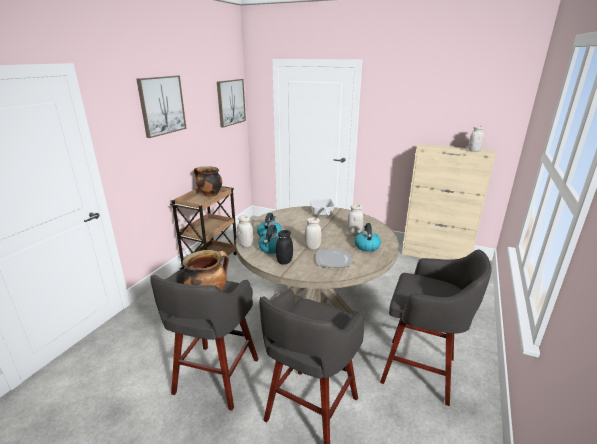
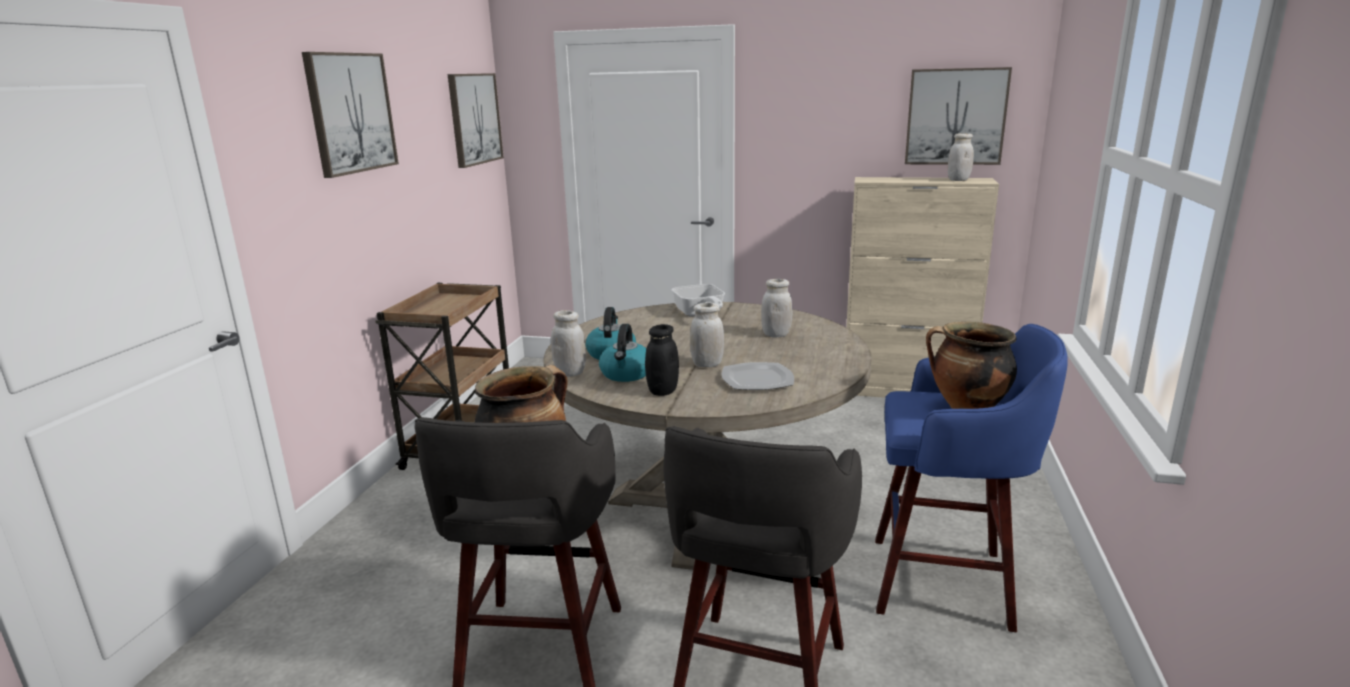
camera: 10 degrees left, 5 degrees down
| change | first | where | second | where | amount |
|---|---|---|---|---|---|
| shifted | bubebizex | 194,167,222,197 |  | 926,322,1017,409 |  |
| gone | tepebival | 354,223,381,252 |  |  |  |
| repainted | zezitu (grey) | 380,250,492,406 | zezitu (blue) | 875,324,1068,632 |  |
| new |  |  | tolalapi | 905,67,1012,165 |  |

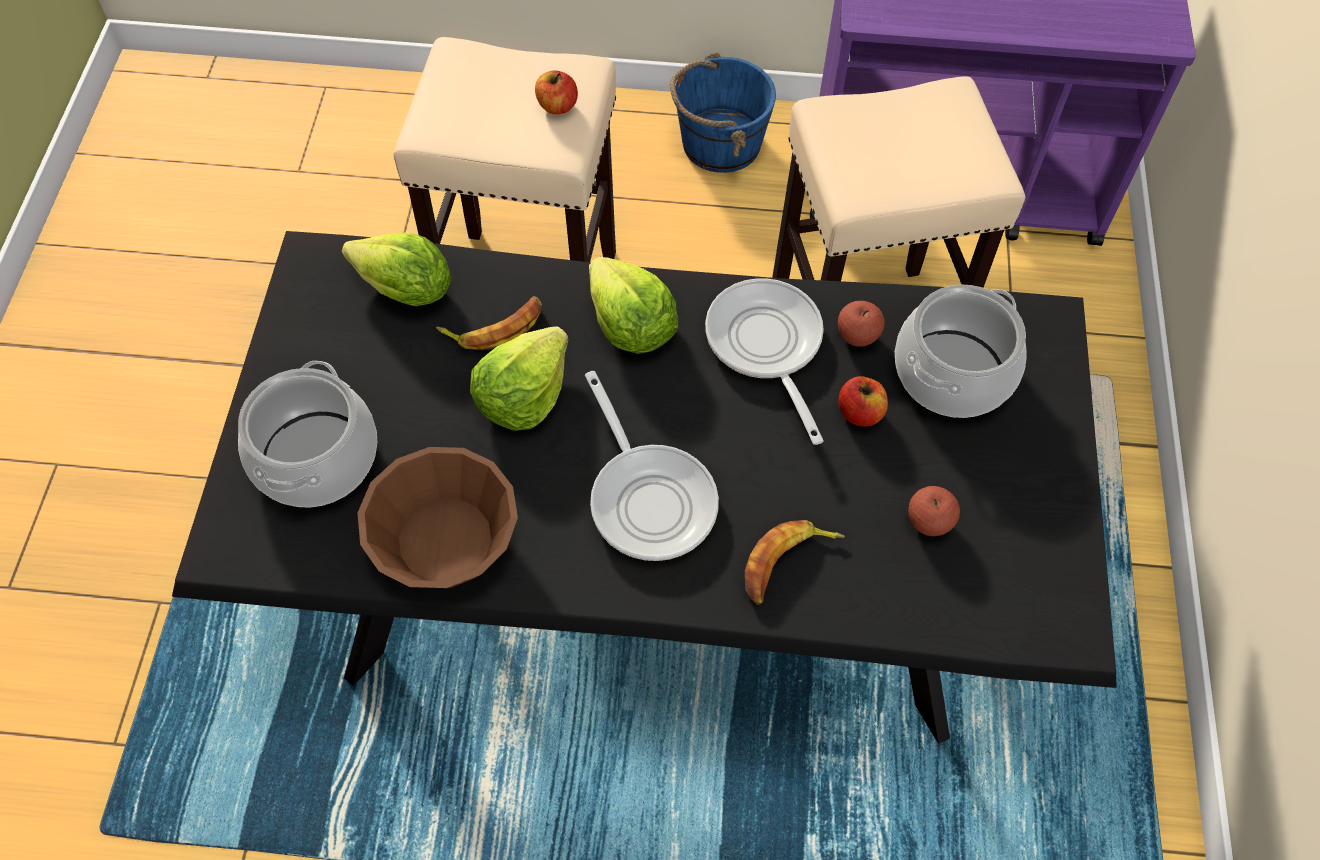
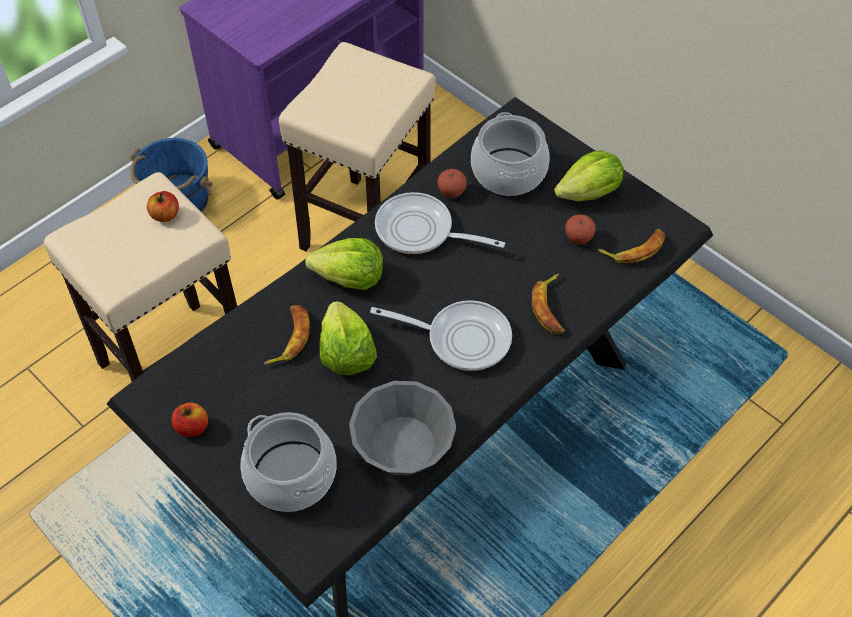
camera: 50 degrees left, 5 degrees down
| change | first | where | second | where | amount |
|---|---|---|---|---|---|
| shifted | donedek | 342,232,452,306 |  | 554,150,624,201 |  |
| repainted | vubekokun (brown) | 357,447,518,588 | vubekokun (grey) | 349,381,456,475 |  |
| shifted | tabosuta | 838,376,888,427 |  | 171,402,208,437 |  |
| new |  |  | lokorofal | 597,229,665,264 |  |

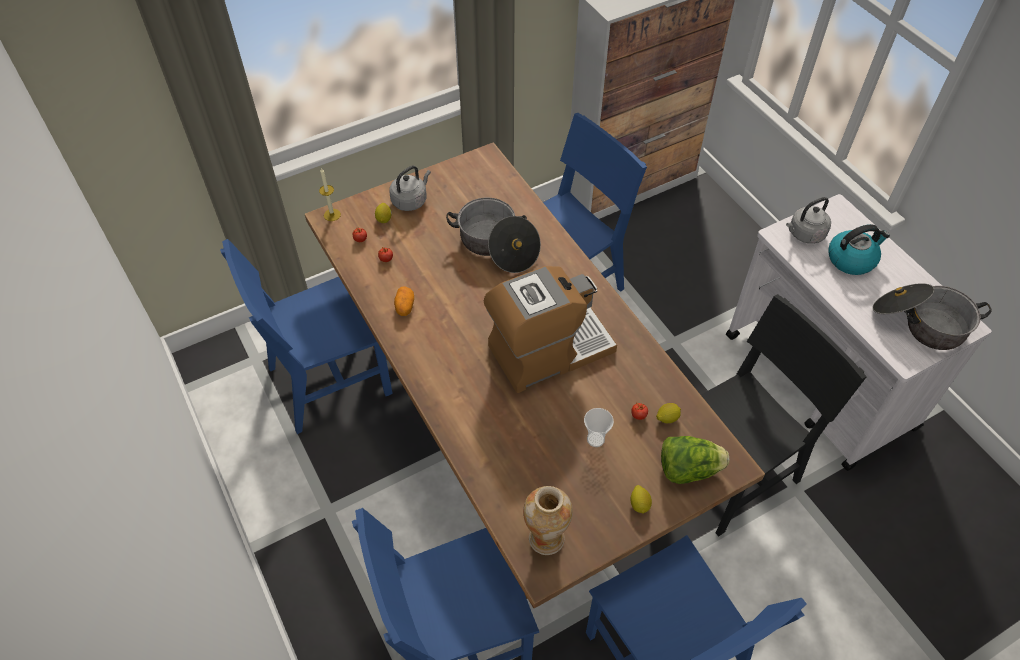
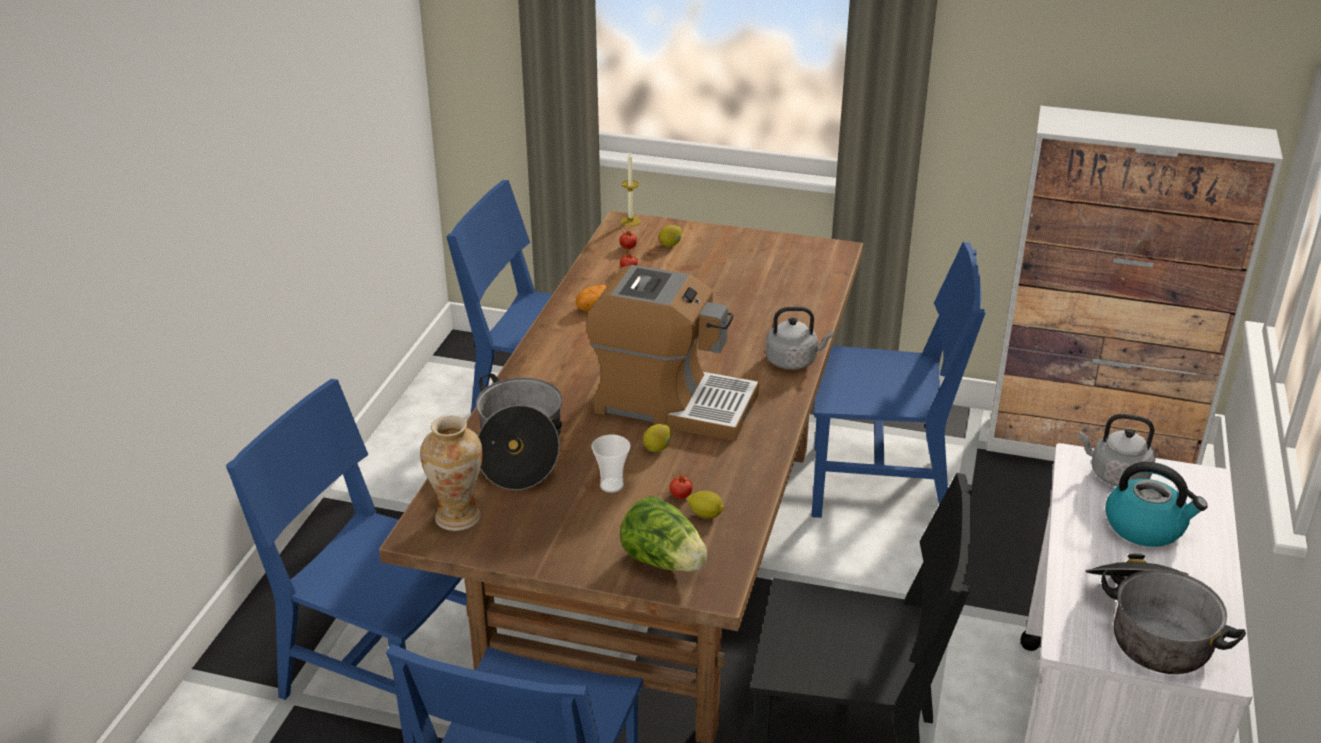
camera: 45 degrees right, 20 degrees down
| change | first | where | second | where | amount |
|---|---|---|---|---|---|
| shifted | tepebival (grey) | 389,165,431,211 |  | 765,307,834,370 |  |
| shifted | bubebizex | 446,197,541,273 |  | 476,373,562,490 |  |
| shifted | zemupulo | 630,485,652,514 |  | 643,424,671,452 |  |

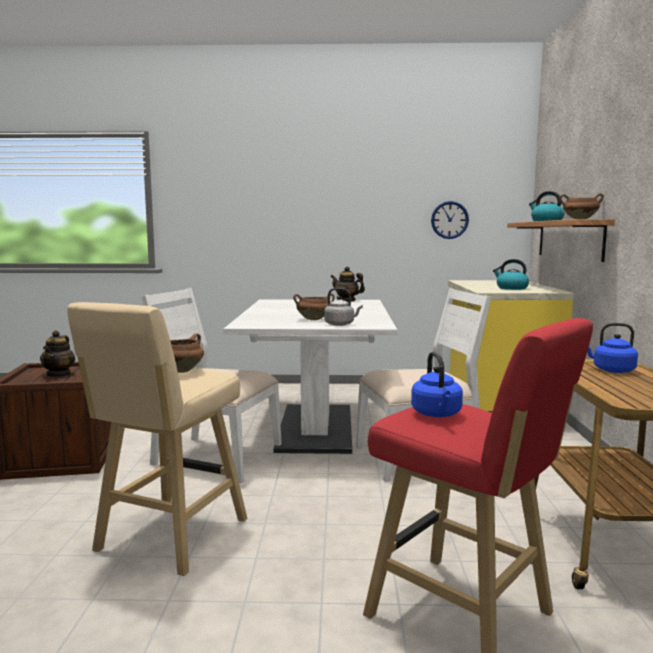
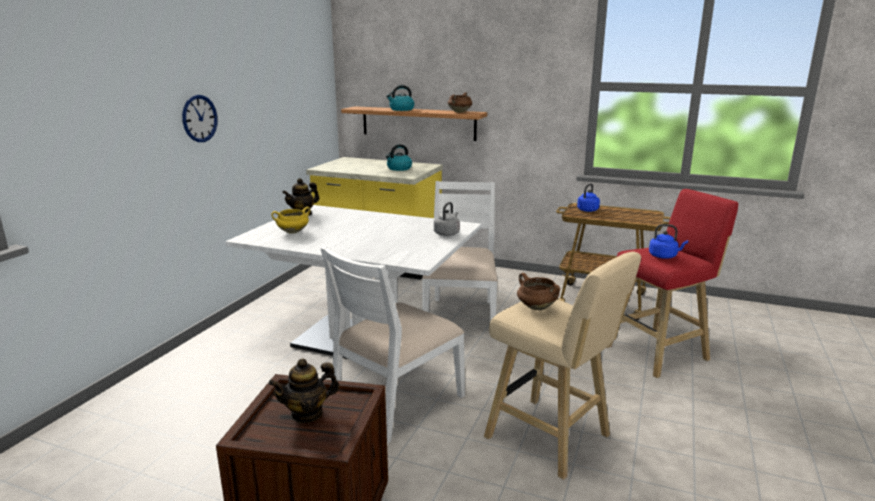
camera: 70 degrees left, 10 degrees up
| change | first | where | second | where | amount |
|---|---|---|---|---|---|
| rotated | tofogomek | 40,330,75,377 |  | 268,358,339,423 | 135 degrees clockwise |
| gone | bubebizex (brown) | 293,294,334,320 |  |  |  |
| shifted | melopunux | 431,201,469,239 |  | 182,95,218,142 |  |
| new |  |  | bubebizex (yellow) | 271,207,311,234 |  |

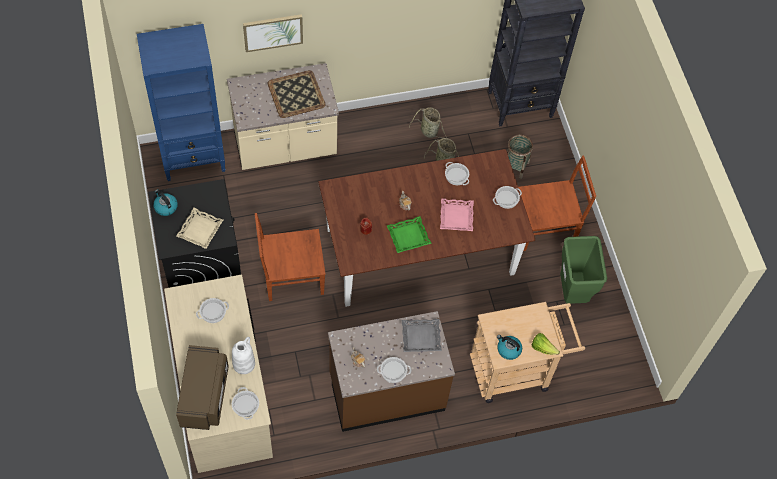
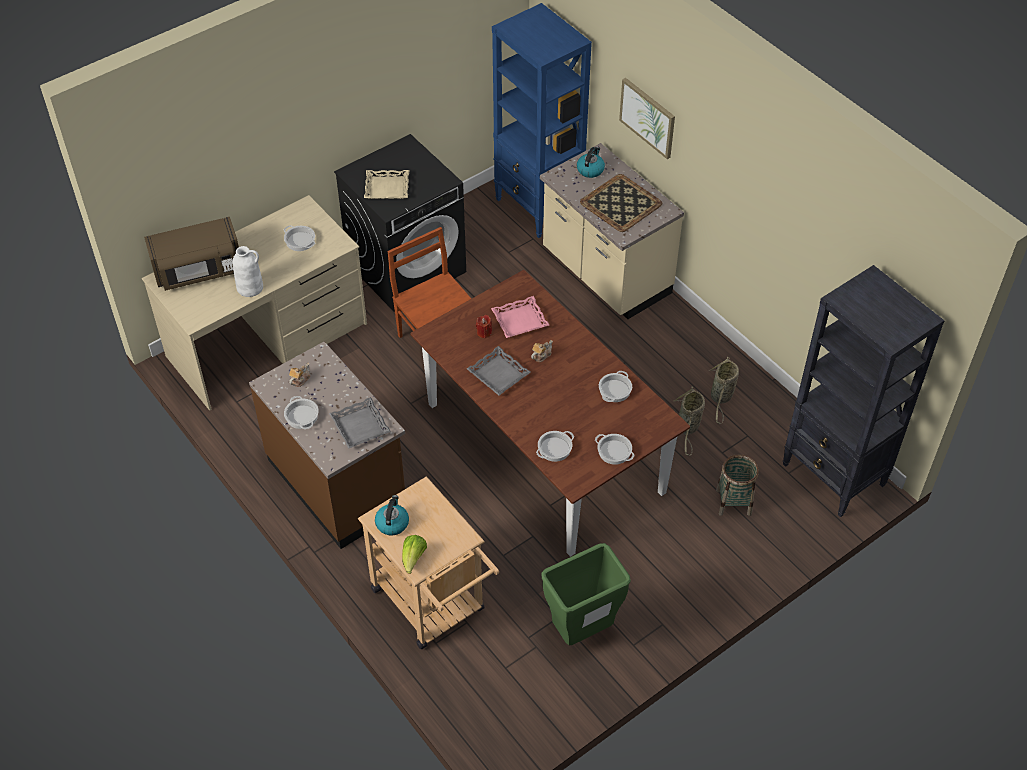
camera: 70 degrees right, 10 degrees down
| change | first | where | second | where | amount |
|---|---|---|---|---|---|
| shifted | tepebival | 153,189,178,216 |  | 577,147,605,178 |  |
| shifted | bubebizex | 232,387,259,420 |  | 536,431,574,462 |  |
| repainted | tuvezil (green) | 387,216,432,253 | tuvezil (grey) | 467,346,531,395 |  |
| shifted | tuvezil (pink) | 440,198,474,231 |  | 491,296,549,338 |  |
| gone | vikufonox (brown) | 518,156,596,251 |  |  |  |

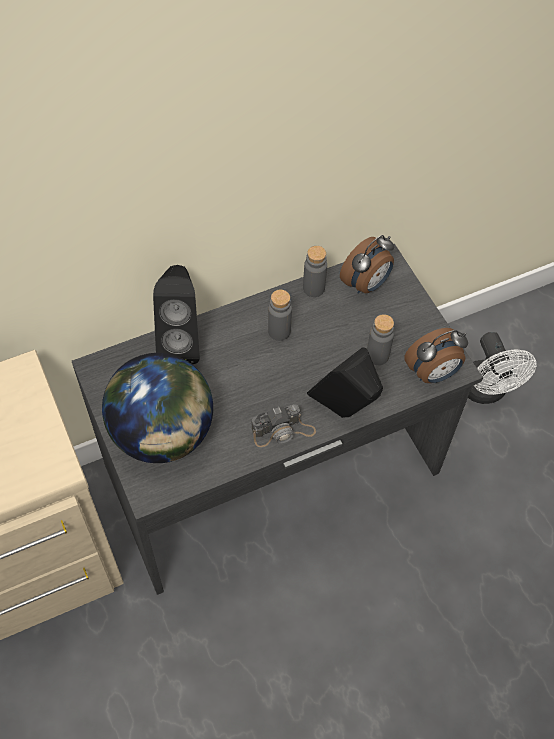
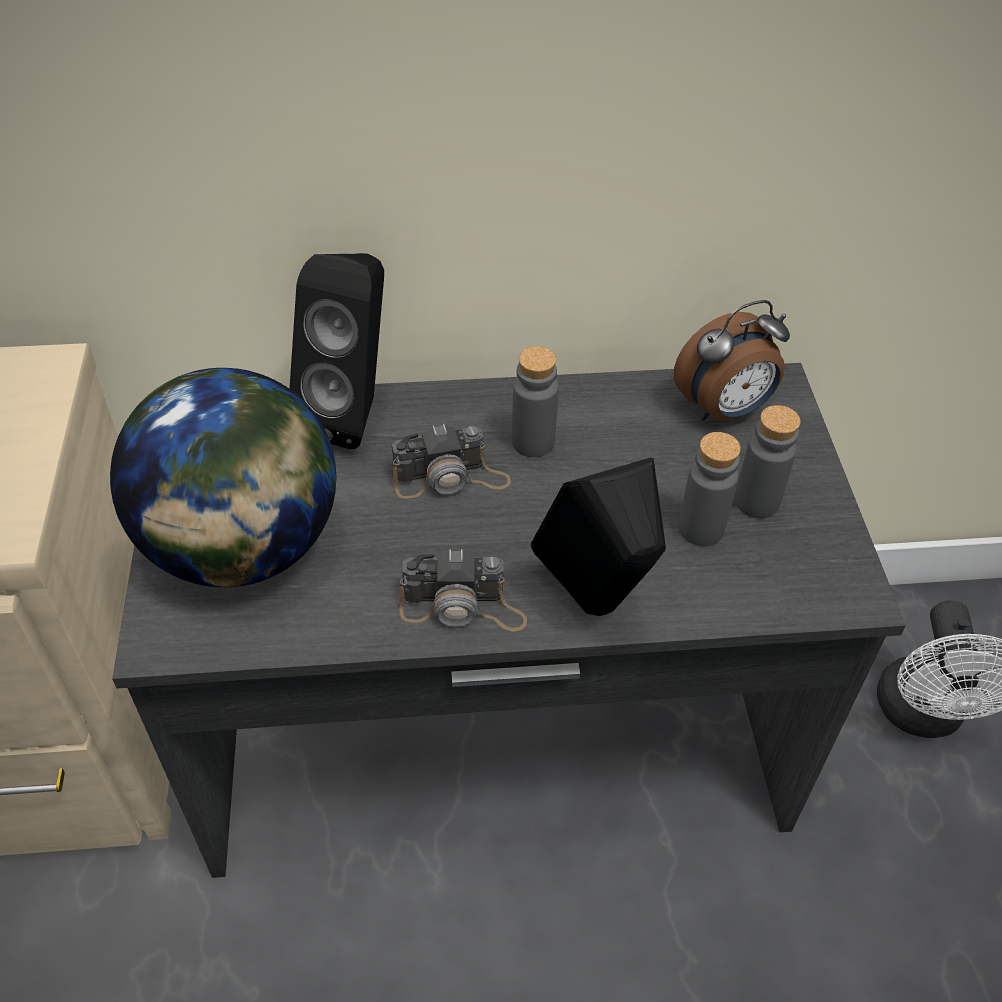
camera: 20 degrees right, 10 degrees down
| change | first | where | second | where | amount |
|---|---|---|---|---|---|
| shifted | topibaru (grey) | 303,246,327,297 |  | 735,405,801,518 |  |
| gone | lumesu | 405,328,468,383 |  |  |  |
| new |  |  | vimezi | 392,424,511,499 |  |

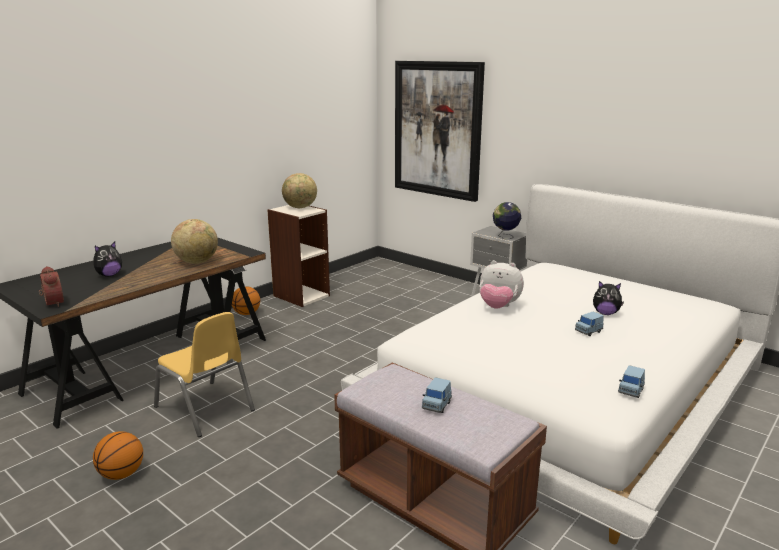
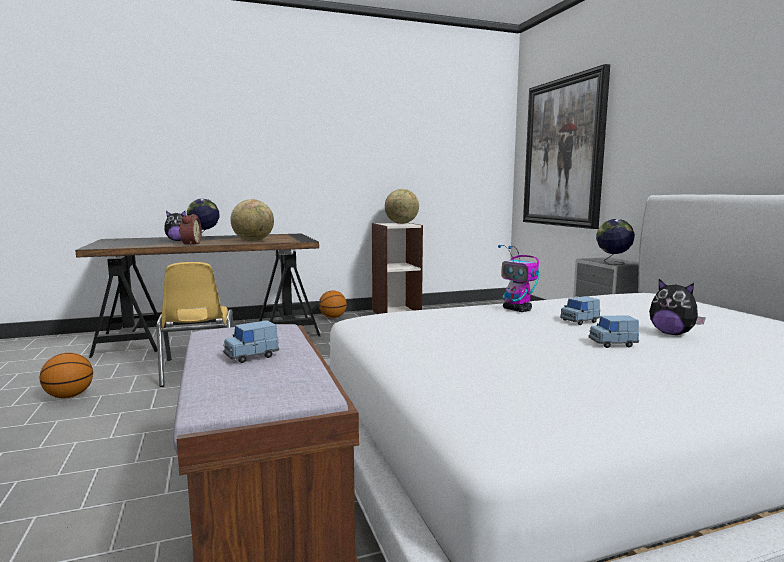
camera: 30 degrees right, 10 degrees down
| change | first | where | second | where | amount |
|---|---|---|---|---|---|
| shifted | lumesu | 39,266,64,307 |  | 179,214,202,245 |  |
| swapped | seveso | 480,260,524,309 | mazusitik | 498,245,540,312 |  |
| shifted | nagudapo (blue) | 618,365,645,398 |  | 560,296,600,325 |  |
| new |  |  | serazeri | 187,199,220,239 |  |

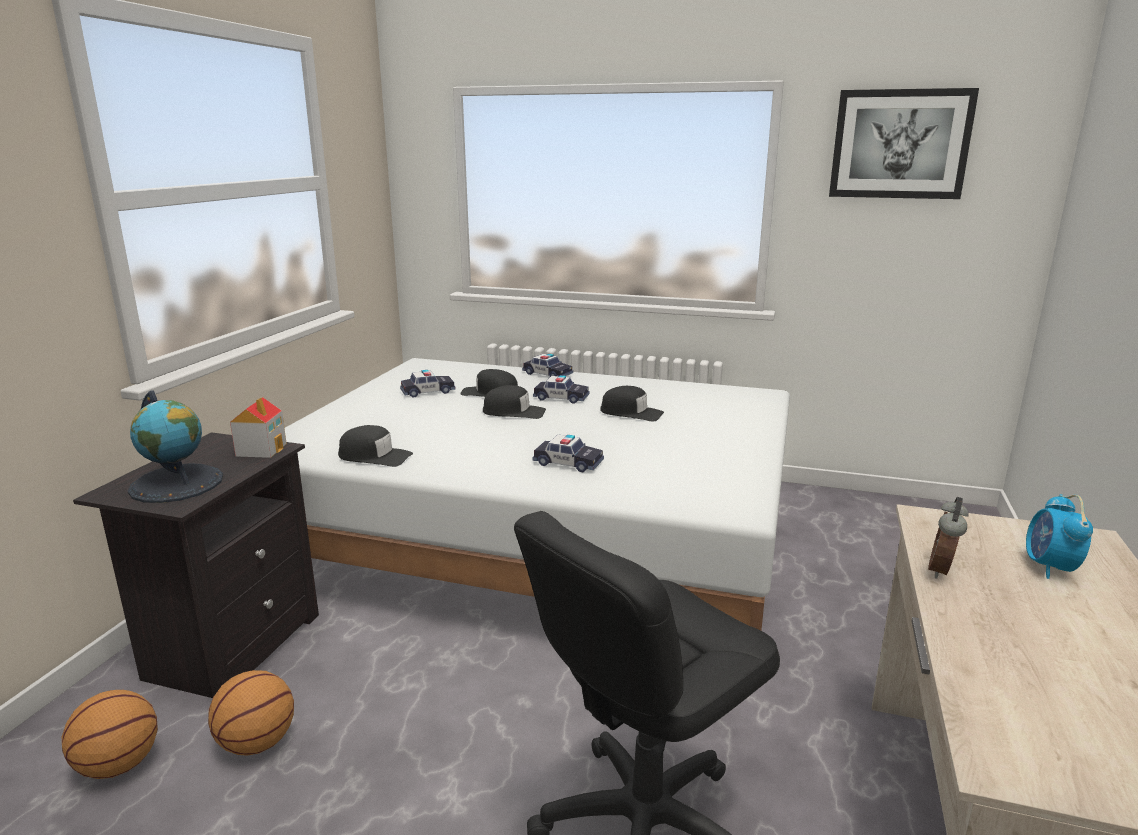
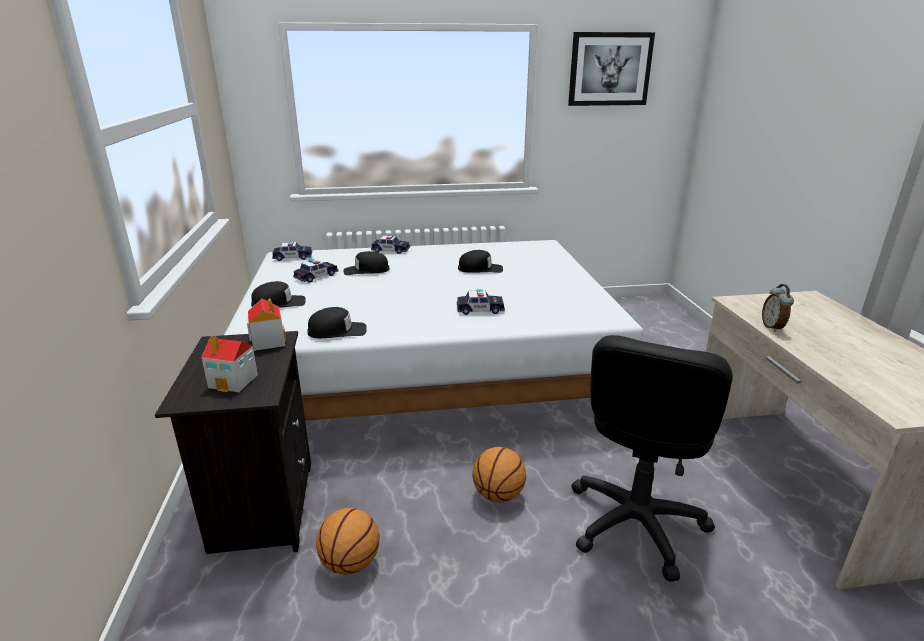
camera: 25 degrees left, 5 degrees up
| change | first | where | second | where | amount |
|---|---|---|---|---|---|
| shifted | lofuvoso | 62,690,158,779 |  | 472,447,526,503 |  |
| swapped | serazeri | 128,390,223,503 | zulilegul | 201,336,258,392 |  |
| shifted | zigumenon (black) | 483,385,546,419 |  | 251,281,306,308 |  |
| shifted | nagudapo | 533,375,590,404 |  | 272,241,312,261 |  |
| gone | lumesu | 1026,494,1093,579 |  |  |  |

